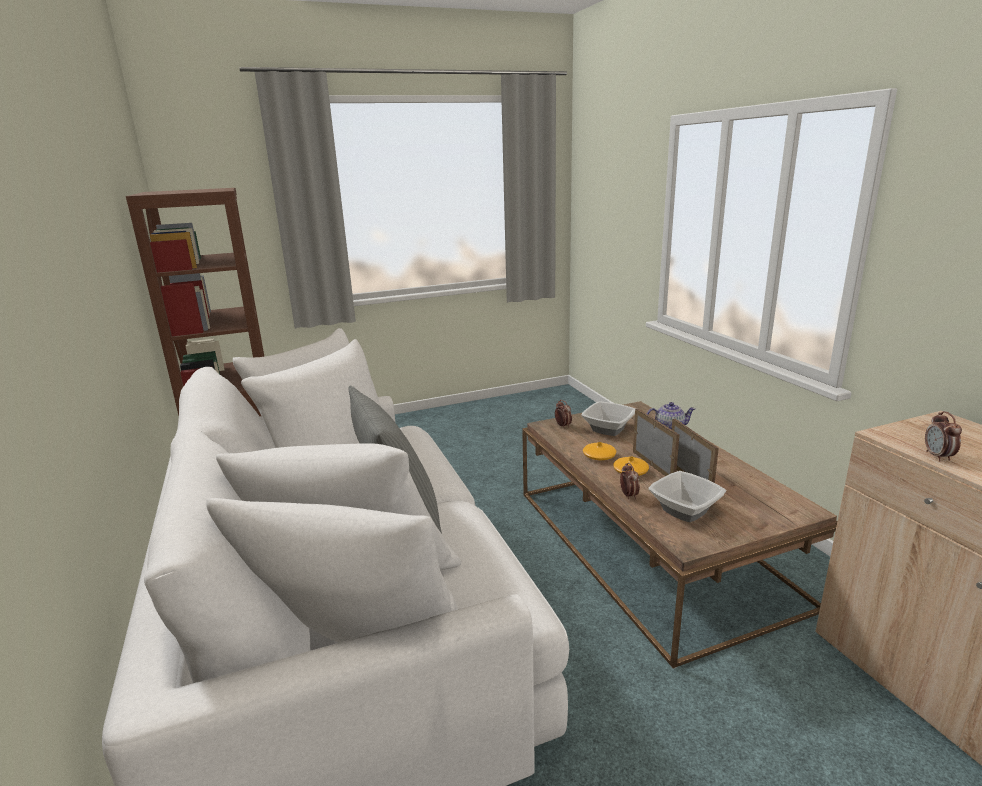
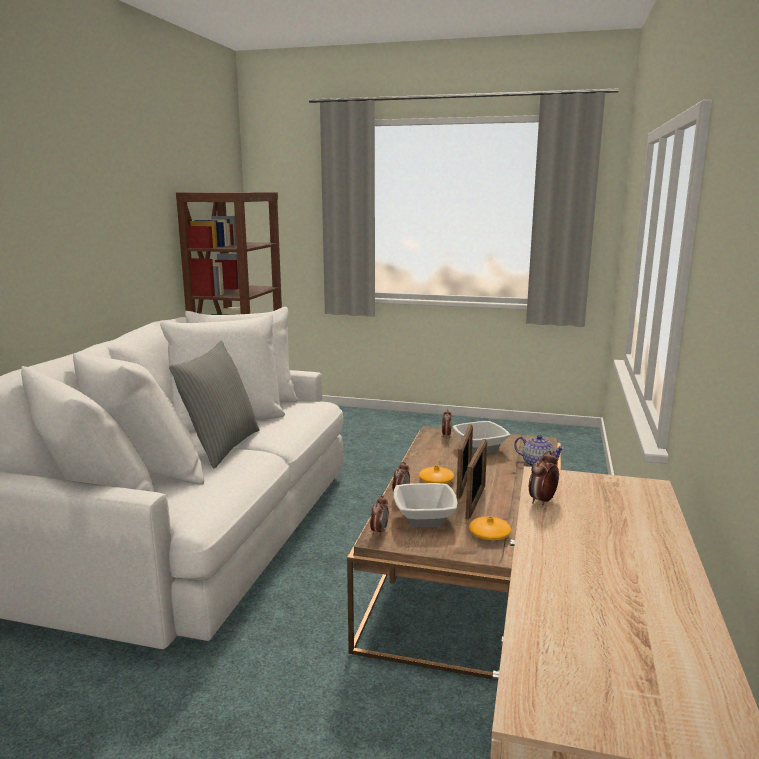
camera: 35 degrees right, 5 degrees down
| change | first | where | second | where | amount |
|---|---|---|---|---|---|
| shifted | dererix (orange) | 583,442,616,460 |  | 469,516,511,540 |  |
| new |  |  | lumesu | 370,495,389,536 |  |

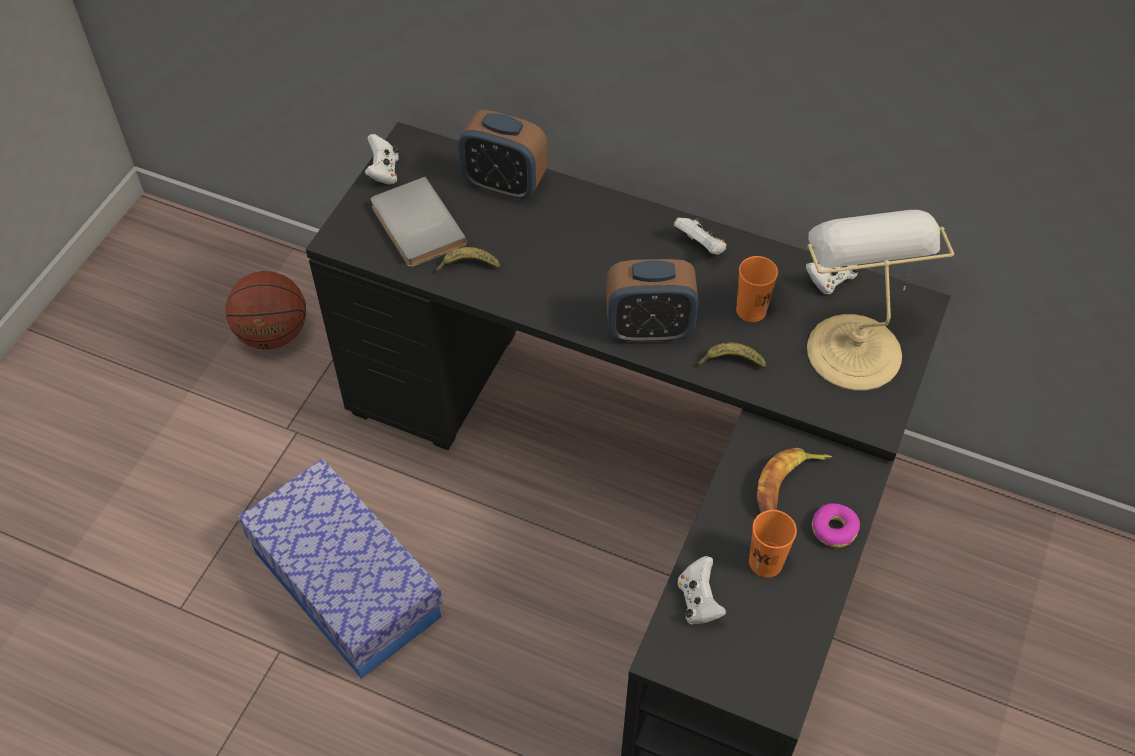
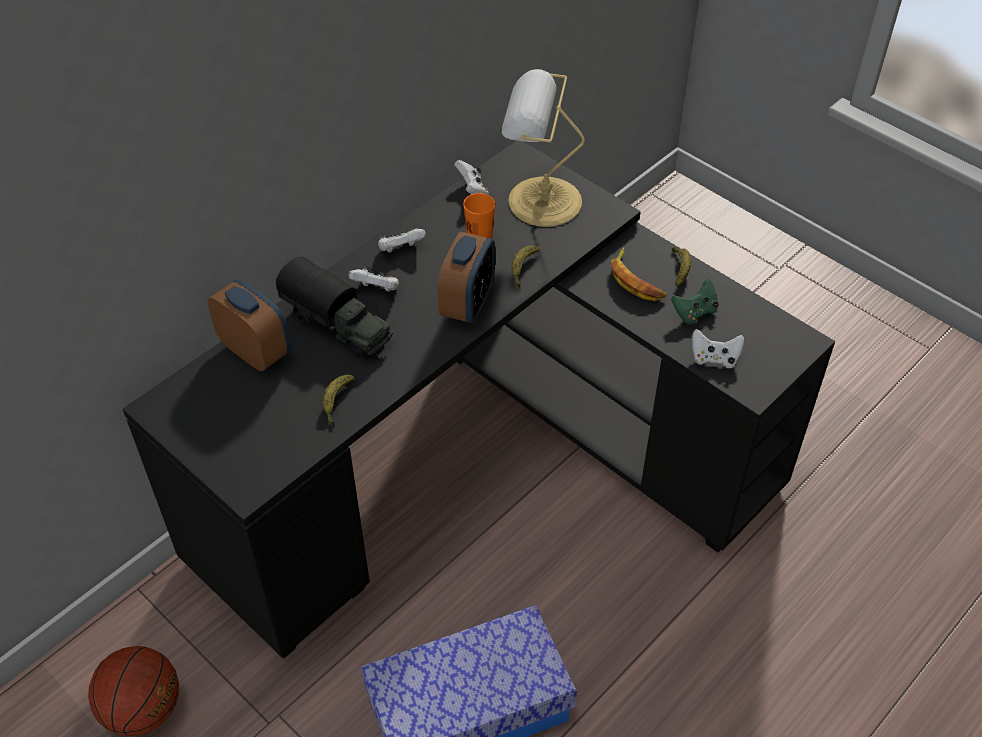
camera: 70 degrees left, 5 degrees down
| change | first | where | second | where | amount |
|---|---|---|---|---|---|
| shifted | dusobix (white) | 365,134,399,185 |  | 349,267,399,292 |  |
| gone | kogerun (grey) | 371,177,467,267 |  |  |  |
| rotated | lumesu | 458,110,548,200 |  | 208,279,291,371 | 90 degrees counterclockwise |
| swapped | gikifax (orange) | 749,510,797,578 | dusobix (green) | 671,279,719,325 |  |
| swapped | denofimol | 812,503,860,547 | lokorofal | 672,247,691,286 |  |
| new |  |  | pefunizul | 276,256,393,358 |  |

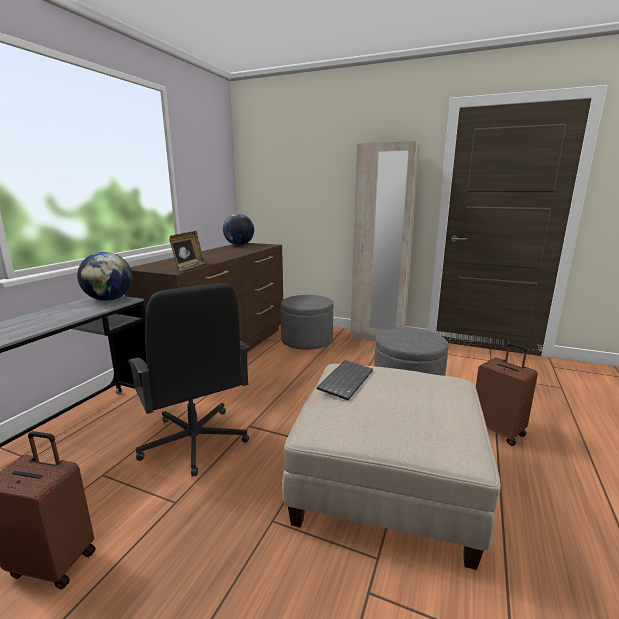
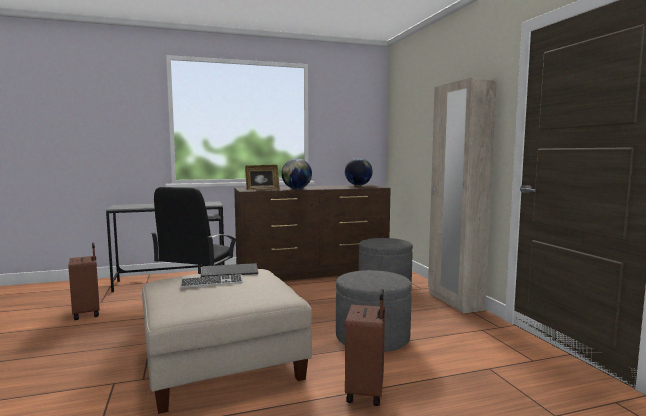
camera: 50 degrees right, 10 degrees down
| change | first | where | second | where | amount |
|---|---|---|---|---|---|
| shifted | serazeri | 77,252,133,301 |  | 281,158,312,189 |  |
| new |  |  | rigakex | 180,274,243,288 |  |

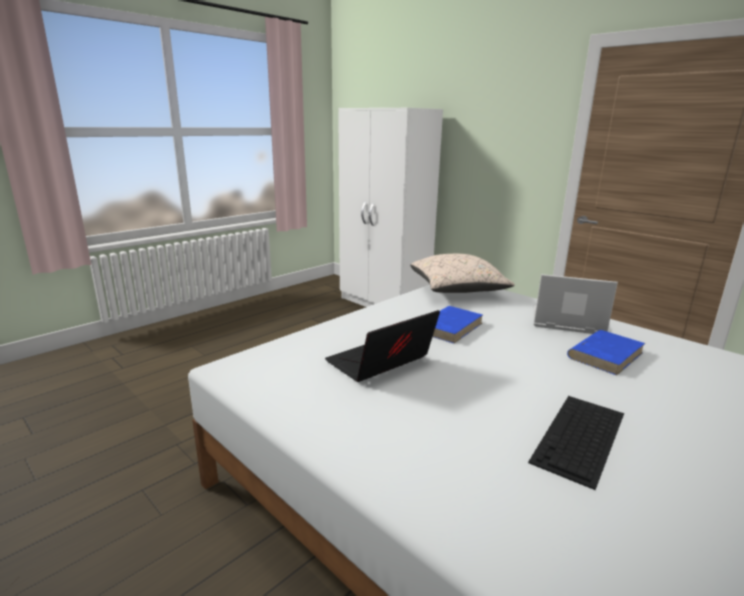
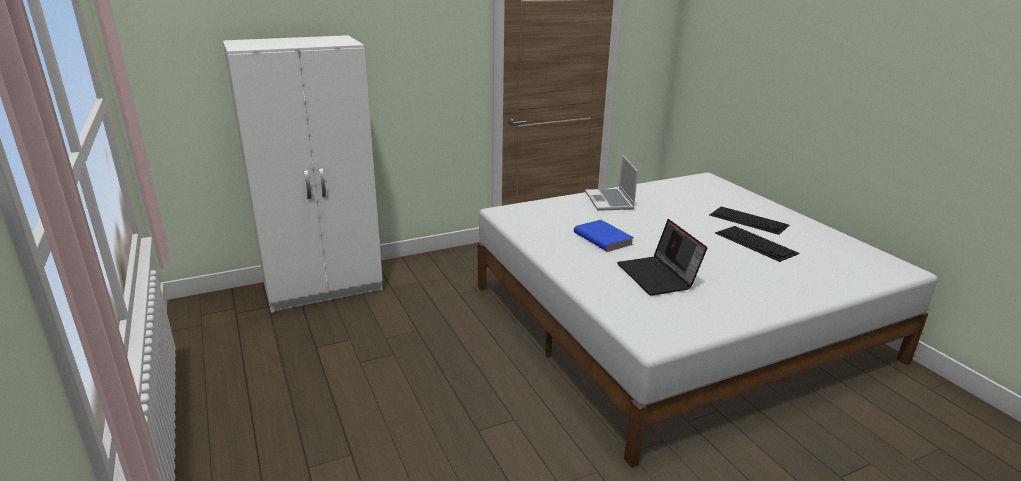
camera: 70 degrees left, 5 degrees up
| change | first | where | second | where | amount |
|---|---|---|---|---|---|
| gone | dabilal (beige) | 410,254,515,293 |  |  |  |
| rotated | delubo | 534,274,618,334 |  | 585,155,638,211 | 45 degrees counterclockwise |
| gone | kogerun (blue) | 567,330,645,375 |  |  |  |
| new |  |  | rigakex | 709,207,789,235 |  |

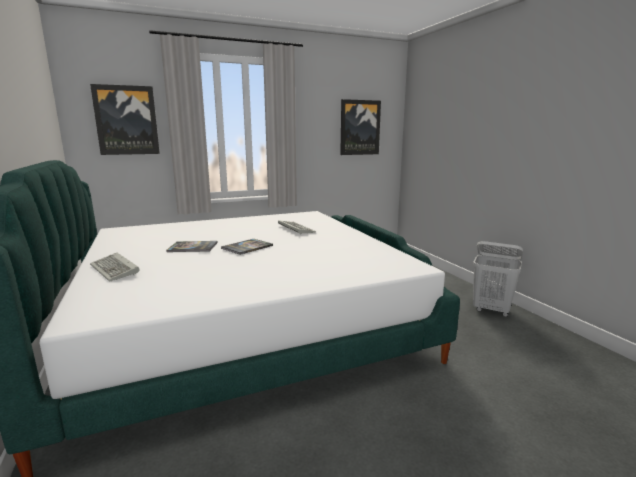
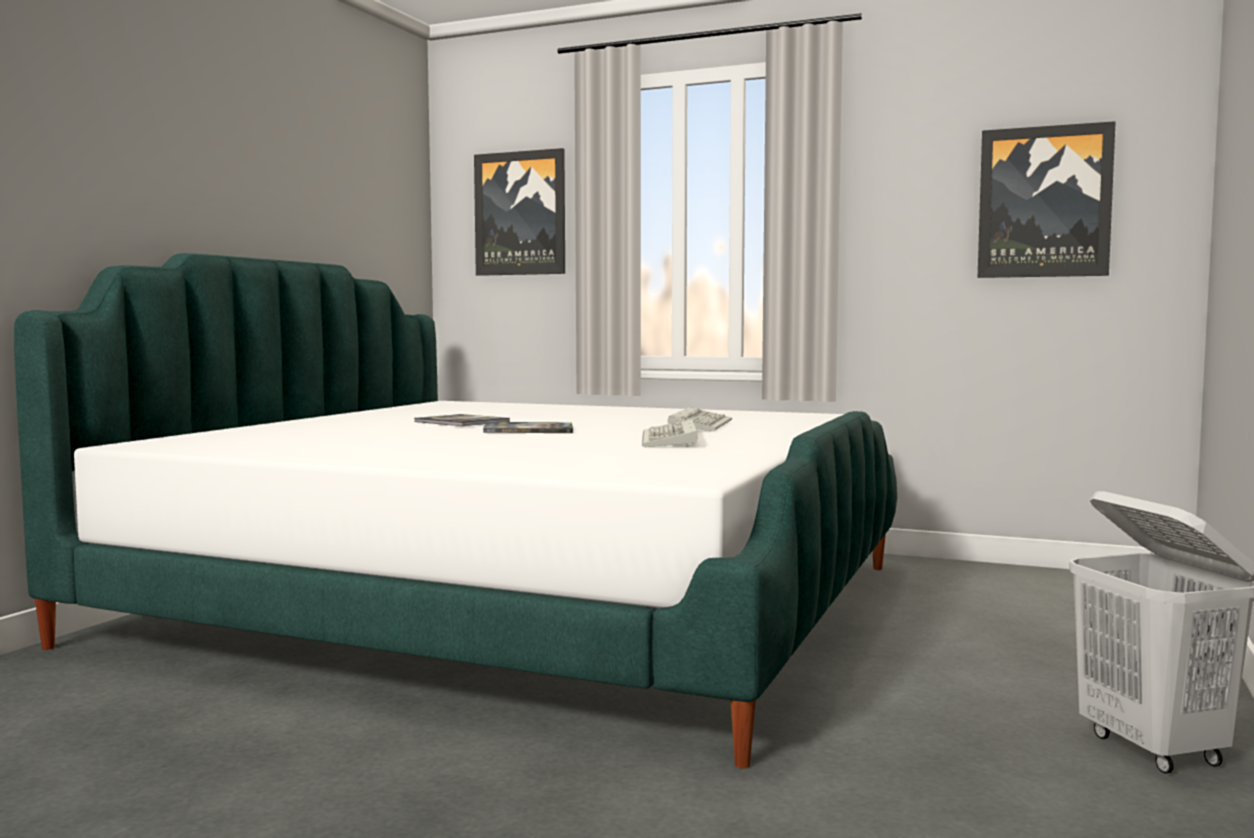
camera: 45 degrees right, 10 degrees down
| change | first | where | second | where | amount |
|---|---|---|---|---|---|
| shifted | rigakex | 90,253,139,281 |  | 642,419,698,447 |  |

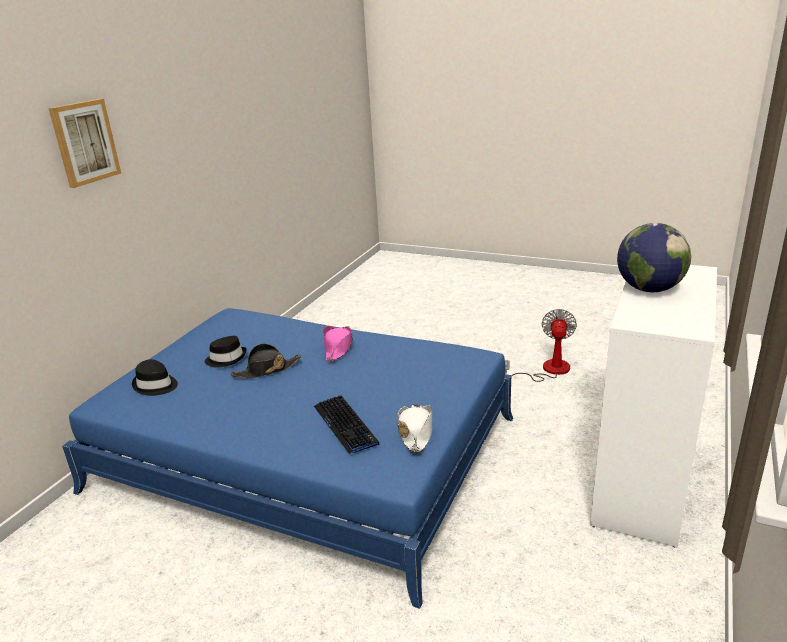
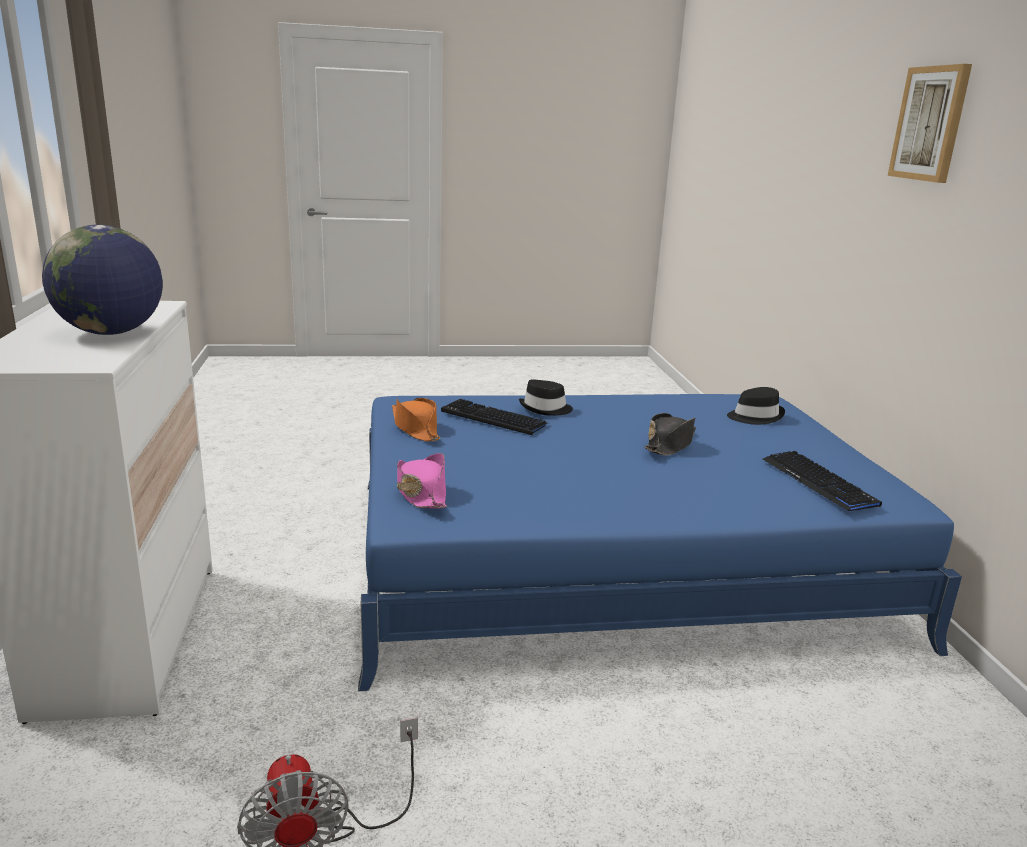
camera: 145 degrees right, 5 degrees down
| change | first | where | second | where | amount |
|---|---|---|---|---|---|
| shifted | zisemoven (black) | 205,336,247,368 |  | 519,379,573,416 |  |
| shifted | zisemoven (pink) | 323,326,353,362 |  | 397,453,447,508 |  |
| repainted | zisemoven (white) | 398,404,432,452 | zisemoven (orange) | 392,398,440,441 |  |
| new |  |  | rigakex | 762,451,882,511 |  |

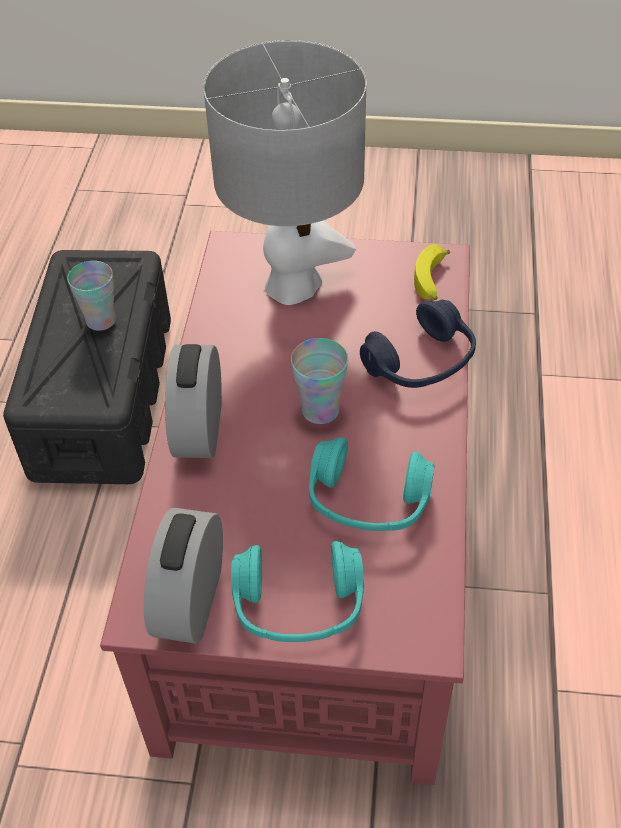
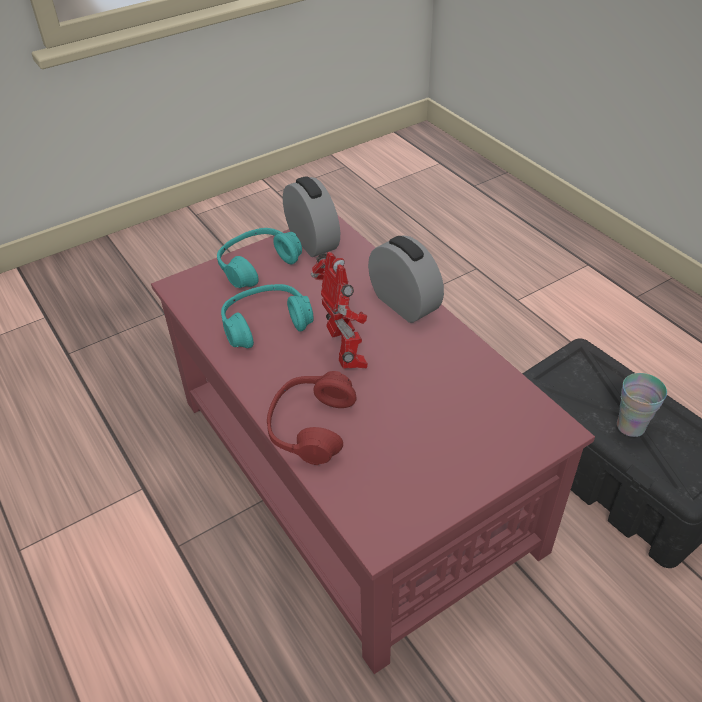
camera: 140 degrees right, 5 degrees down
| change | first | where | second | where | amount |
|---|---|---|---|---|---|
| gone | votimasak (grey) | 203,40,366,305 |  |  |  |
| swapped | gikifax | 291,338,348,424 | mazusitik | 311,252,368,368 |  |
| repainted | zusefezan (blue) | 360,300,476,388 | zusefezan (red) | 267,371,357,465 |  |
| gone | lokorofal | 414,244,450,300 |  |  |  |

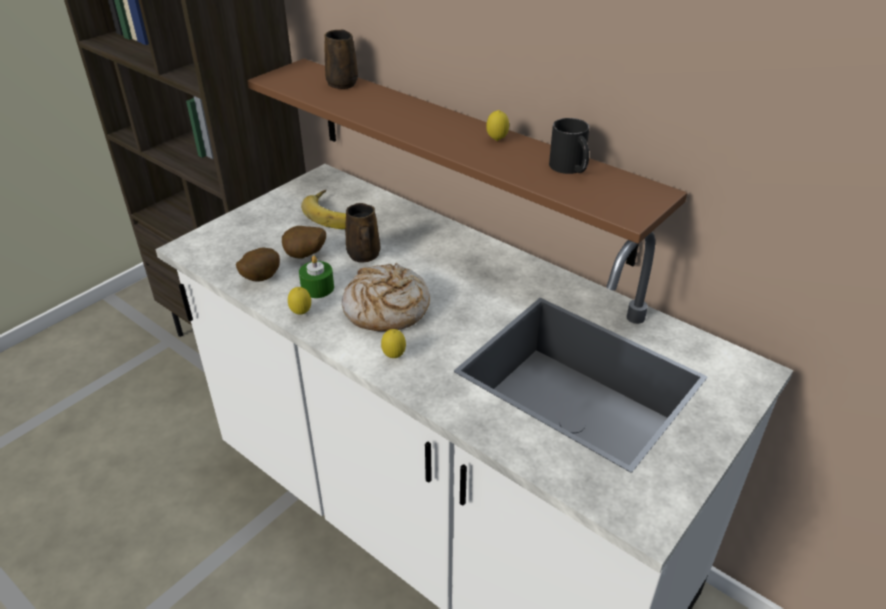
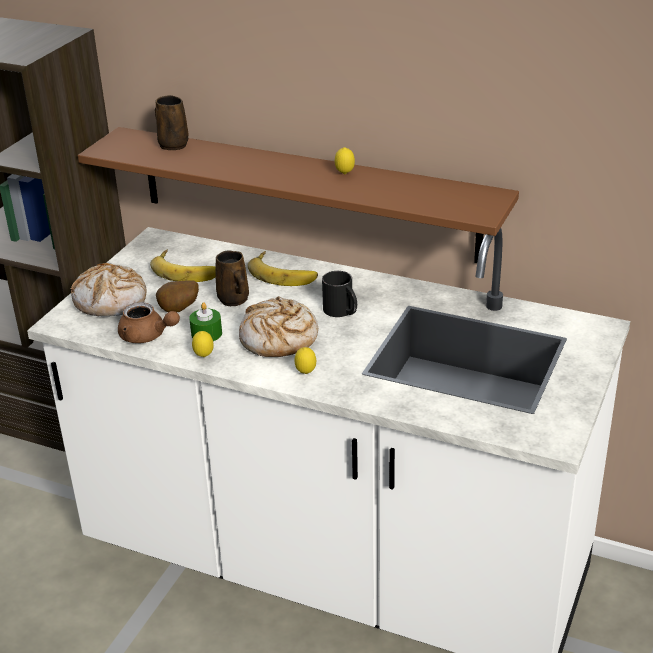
camera: 15 degrees left, 5 degrees down
| change | first | where | second | where | amount |
|---|---|---|---|---|---|
| swapped | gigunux | 236,248,280,282 | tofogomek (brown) | 118,302,180,343 |  |
| shifted | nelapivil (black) | 549,118,590,174 |  | 322,271,357,317 |  |
| new |  |  | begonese | 71,263,147,317 |  |
| new |  |  | lokorofal | 248,251,318,286 |  |

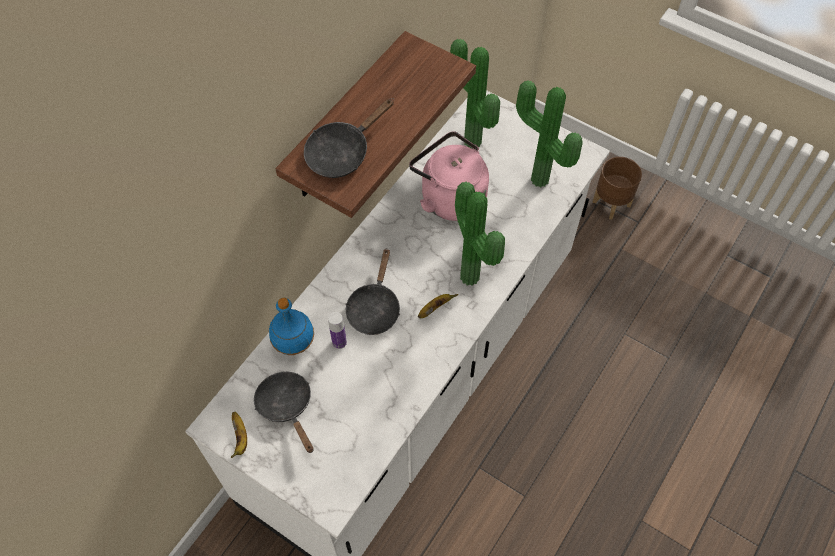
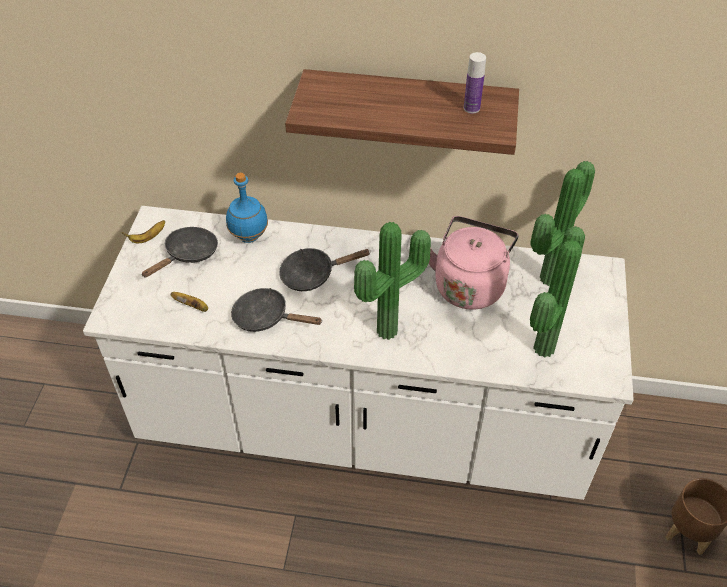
camera: 65 degrees right, 10 degrees down
| change | first | where | second | where | amount |
|---|---|---|---|---|---|
| shifted | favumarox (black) | 304,98,394,178 |  | 231,288,323,332 |  |
| shifted | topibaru | 328,312,347,349 |  | 464,52,486,114 |  |
| shifted | lokorofal | 418,294,458,318 |  | 170,292,208,312 |  |

